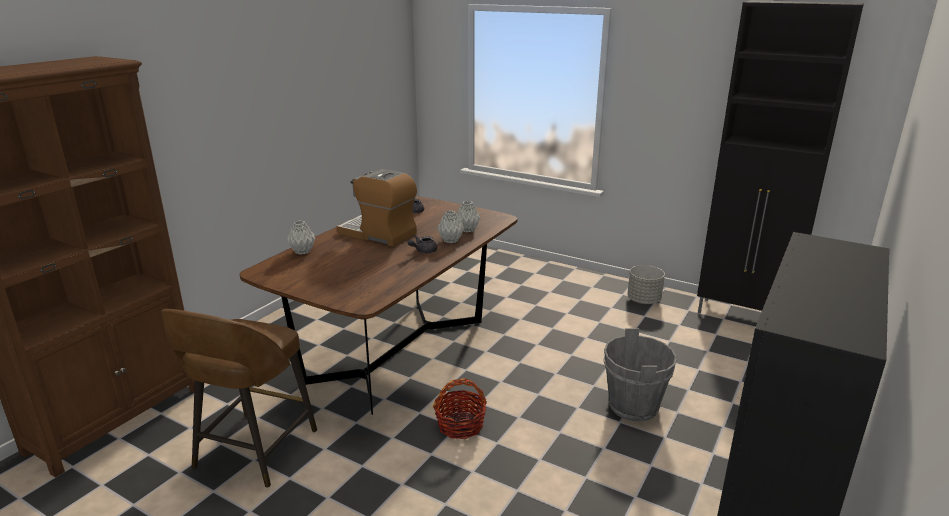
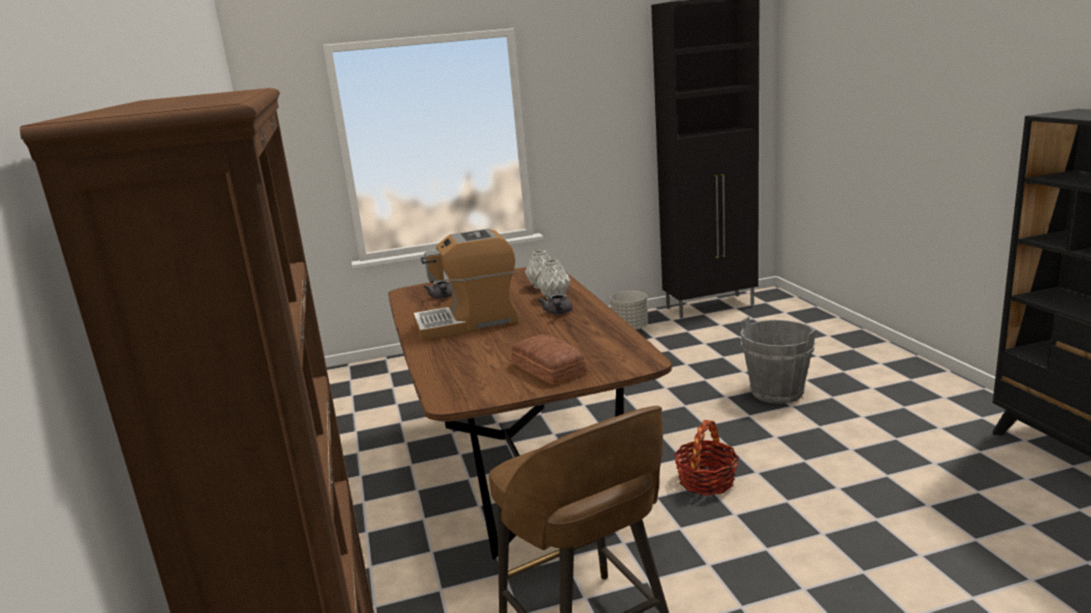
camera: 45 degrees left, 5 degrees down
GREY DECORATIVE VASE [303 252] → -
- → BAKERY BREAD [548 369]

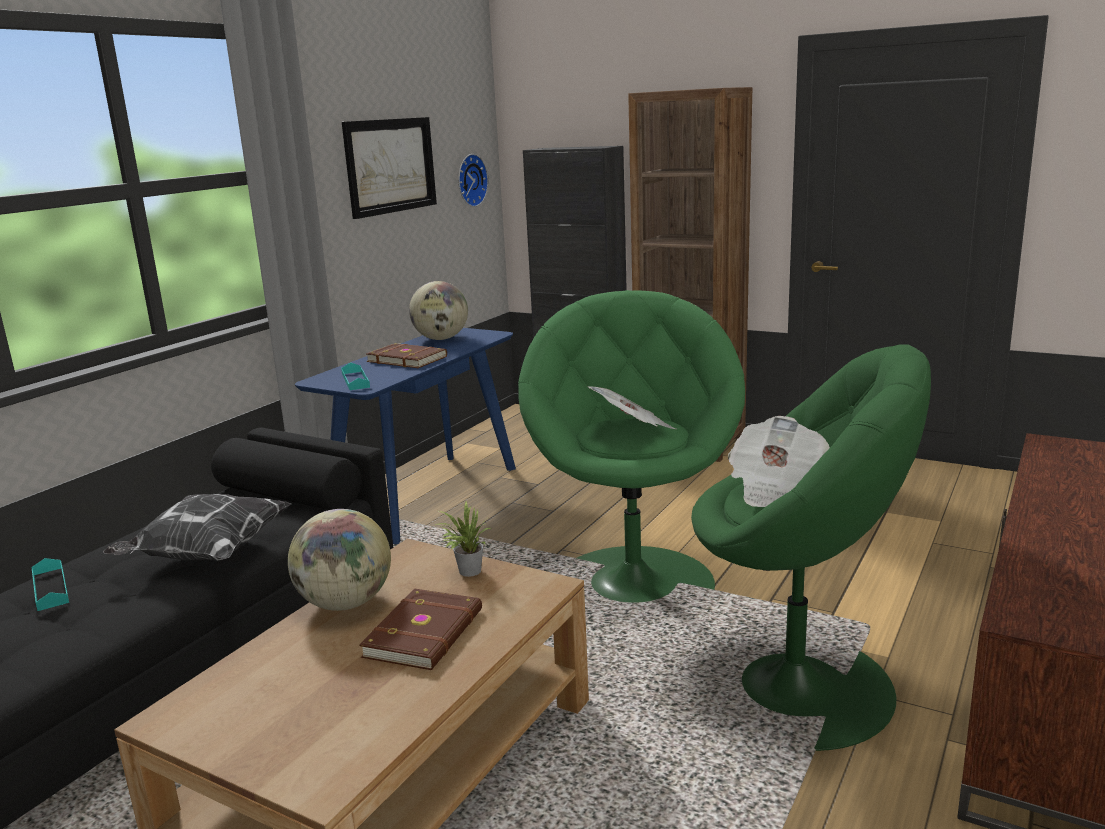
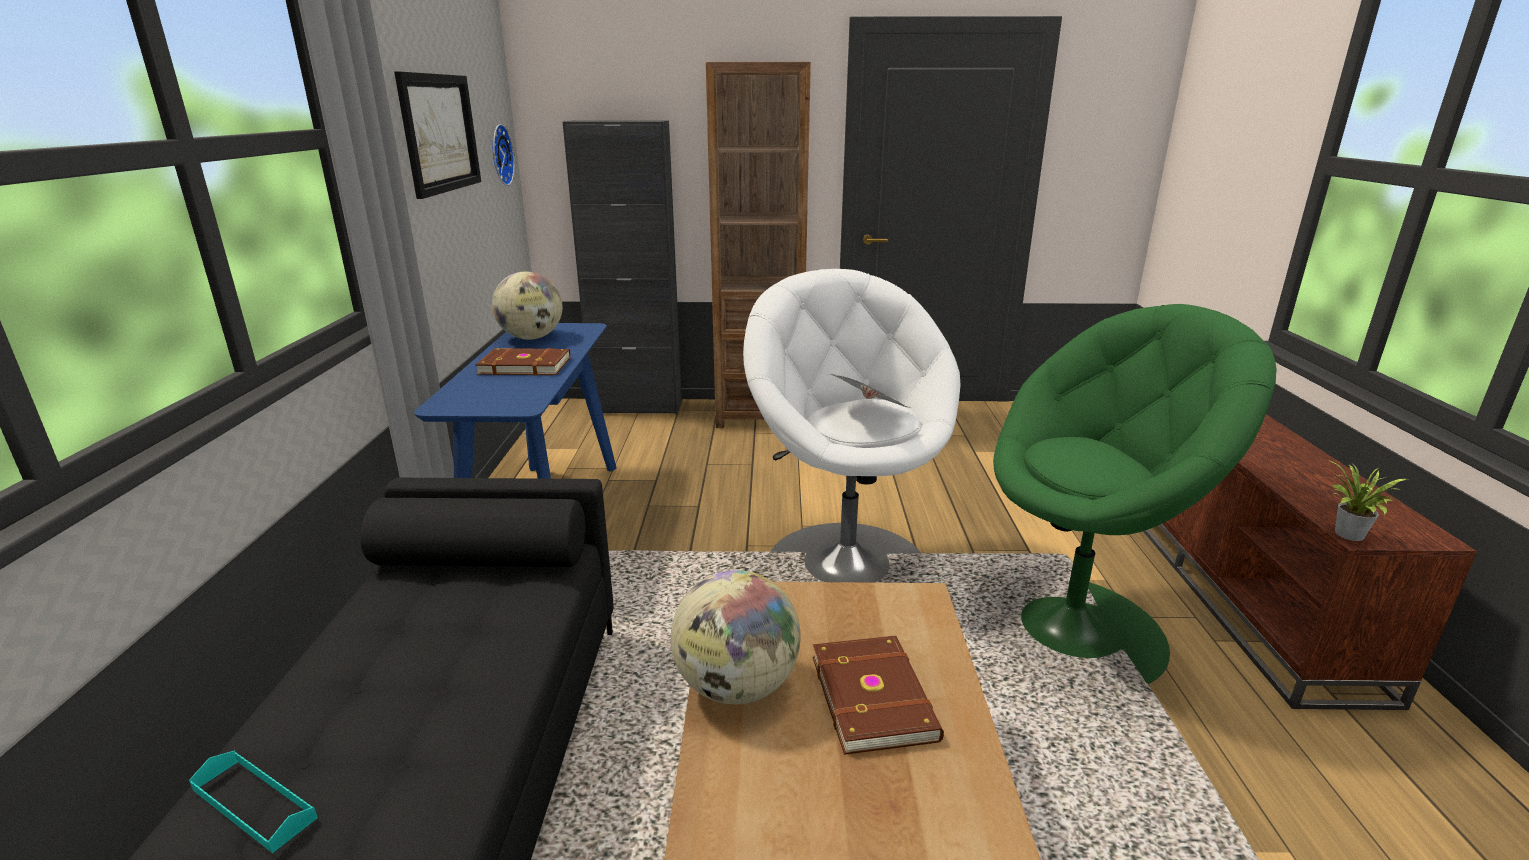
camera: 30 degrees left, 5 degrees up
CUSHION [206 555] → -
TURQUOISE TRAY [355 380] → -
PRINTED PAPER [775 488] → -
POTTED PLANT [467 571] → POTTED PLANT [1348 536], shifted
GREEN EASY CHAIR [634 581] → WHITISH EASY CHAIR [846 562]

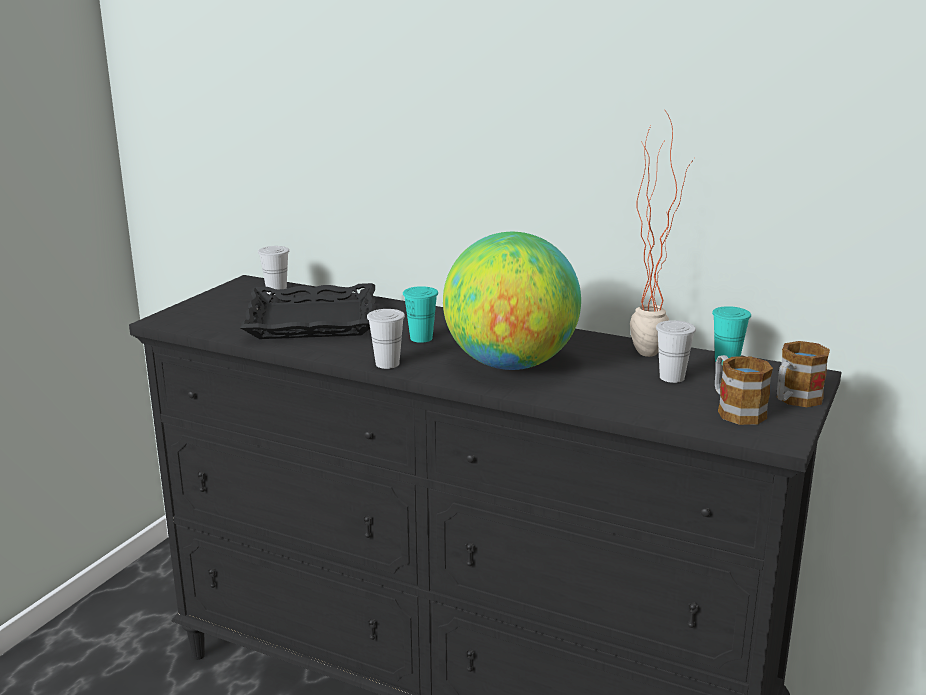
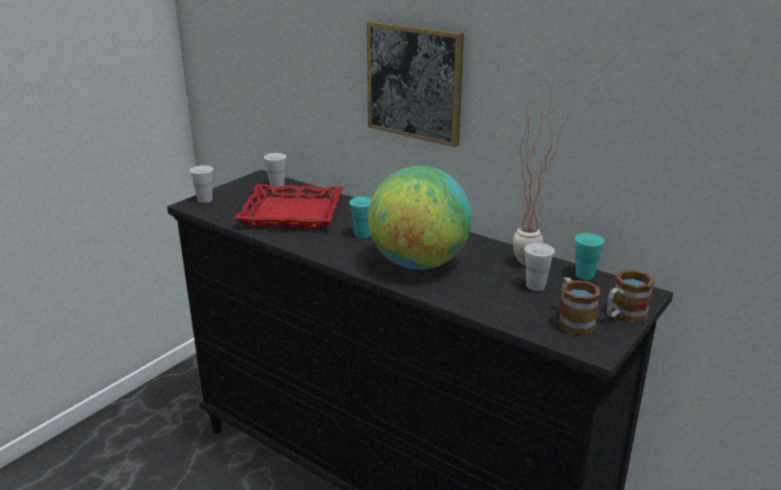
camera: 10 degrees right, 5 degrees up
- → WALL ART [415 82]
WHITISH CUP [387 364] → WHITISH CUP [205 200], shifted
BLACK-COLOURED TRAY [312 321] → RED-COLOURED TRAY [291 214]

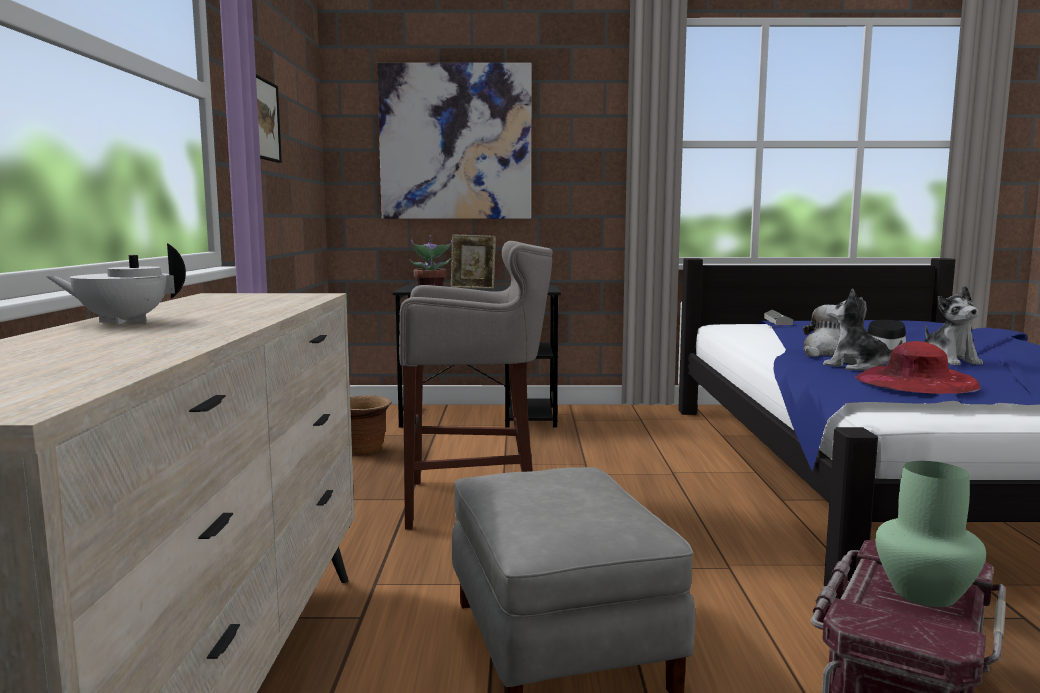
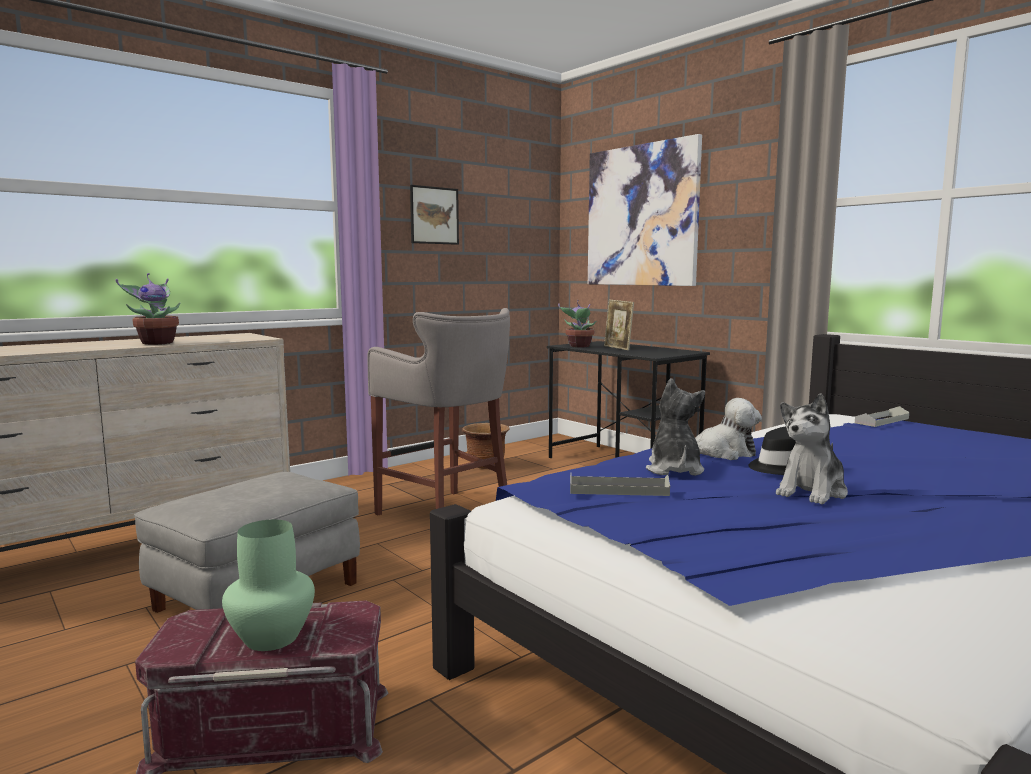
camera: 50 degrees right, 0 degrees up
WHITISH POT FOR TEA [123 321] → -
- → POTTED PLANT [156 343]
RED-COLOURED WEARABLE HAT [916 381] → GREY TRAY [618 490]

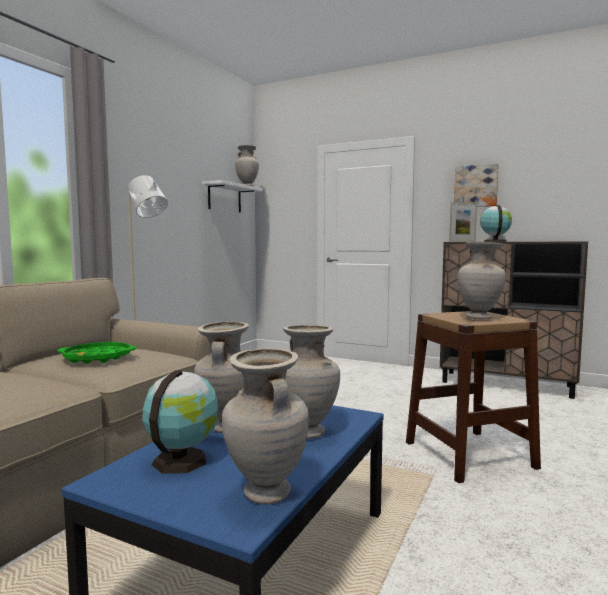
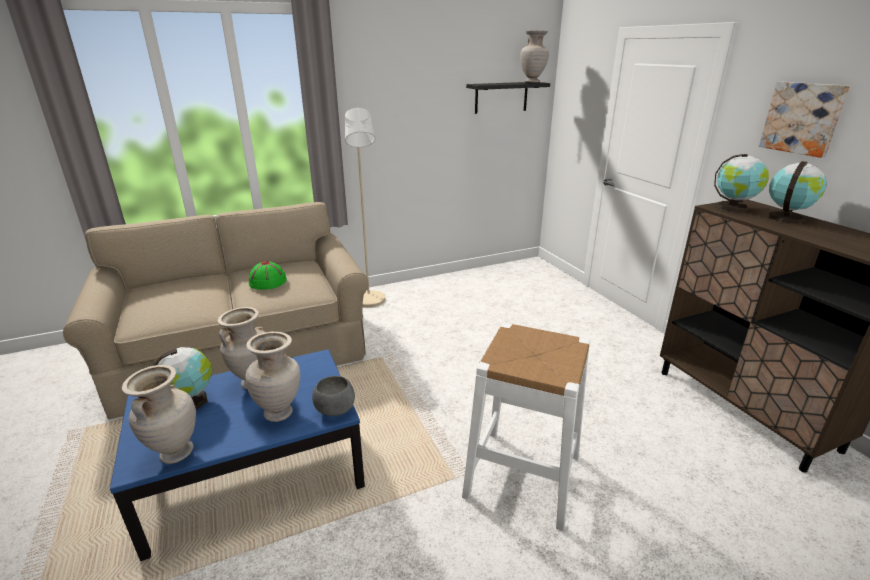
camera: 40 degrees right, 20 degrees up
SAND-COLOURED DECORATIVE VASE [479 318] → -
- → GREY BOWL [335 409]
GREEN TRAY [98 358] → GREEN WEARABLE HAT [268 282]
PICTURE FRAME [462 241] → DESK GLOBE [733 207]
WHITISH BRACKET SHELF [224 198] → BLACK-COLOURED BRACKET SHELF [501 97]
BROWNISH SITTING STOOL [469 454] → WHITISH SITTING STOOL [523 475]

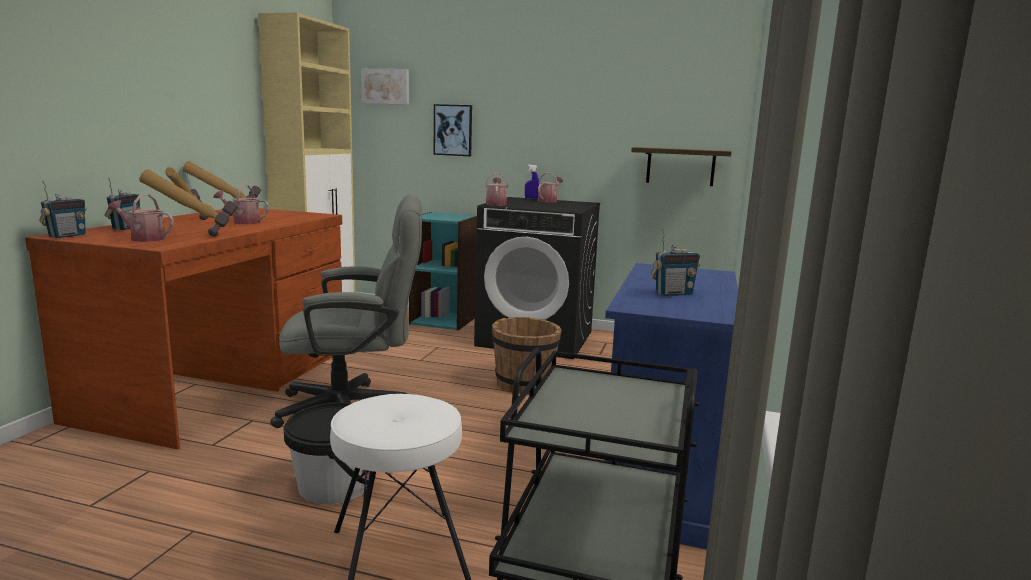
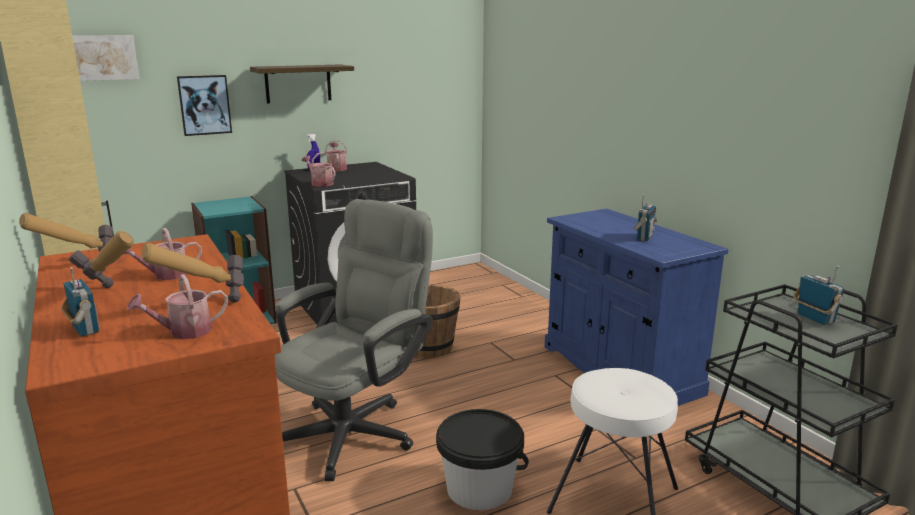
camera: 45 degrees left, 5 degrees up
RADIO RECEIVER [67 236] → RADIO RECEIVER [815 319], shifted
BRACKET SHELF [680 166] → BRACKET SHELF [298 83], shifted

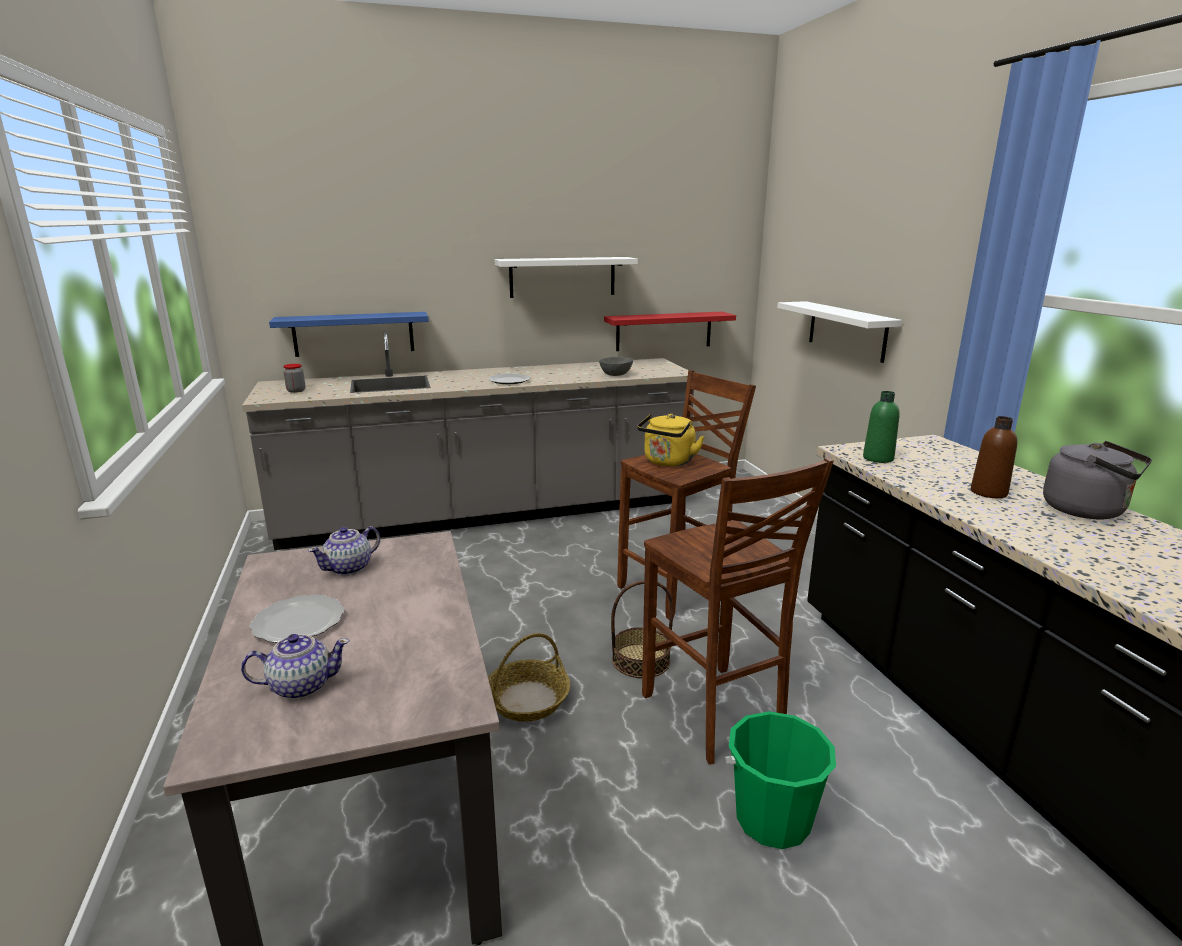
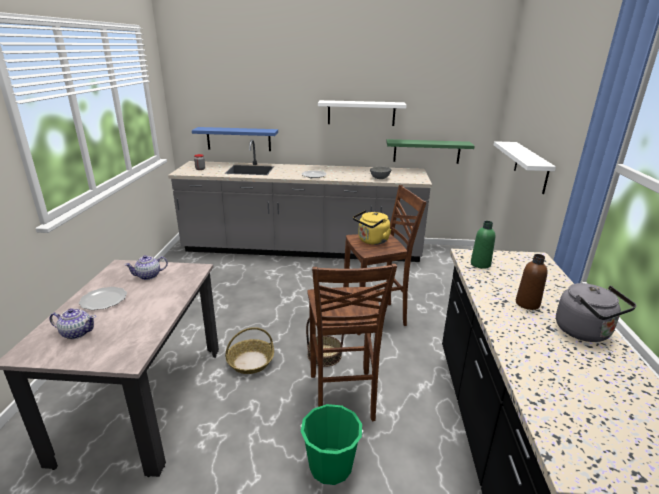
camera: 20 degrees right, 5 degrees up
RED-COLOURED BRACKET SHELF [664 331] → GREEN BRACKET SHELF [426 151]

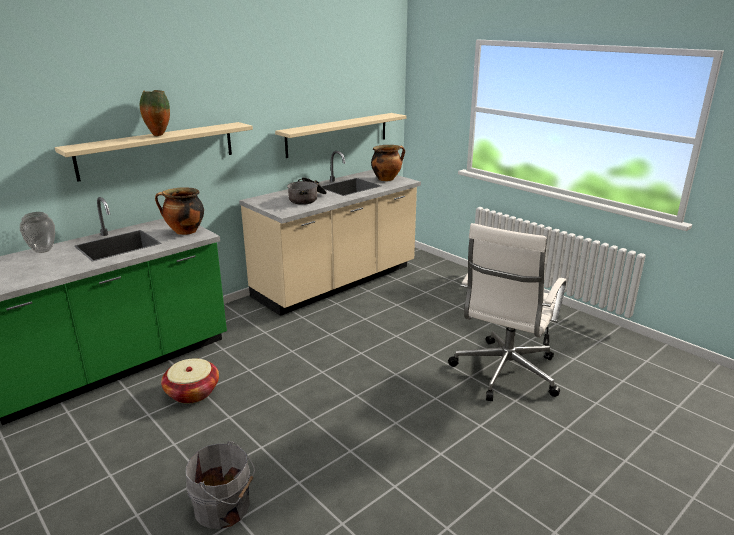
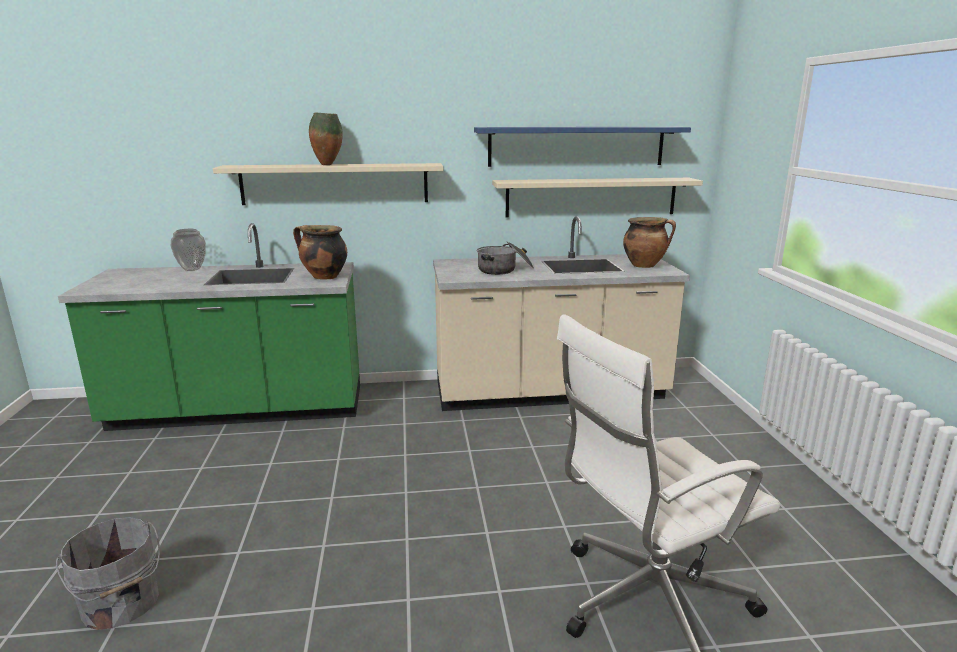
camera: 35 degrees right, 5 degrees down
HOUSEHOLD BASKET [192 392] → -
- → BLUISH BRACKET SHELF [576 146]

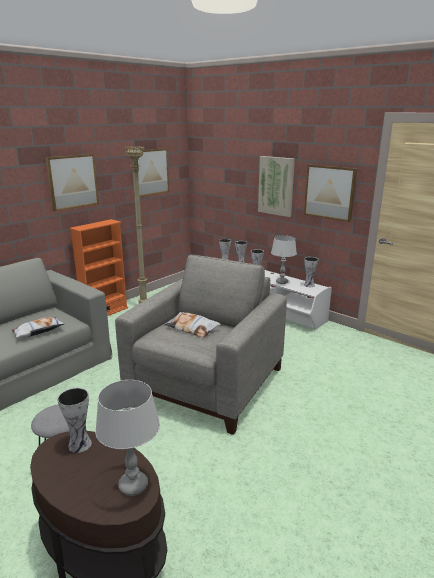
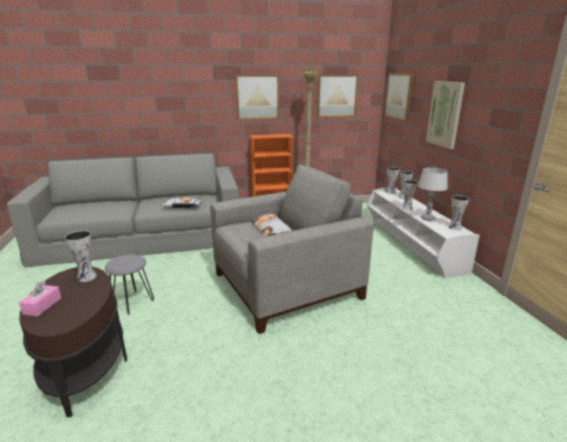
camera: 35 degrees right, 0 degrees up
GREY LAMP FOR A TABLE [133 486] → -
- → PINKISH BOX OF TISSUES [42 306]
WALL ART [329 192] → WALL ART [399 96], shifted

